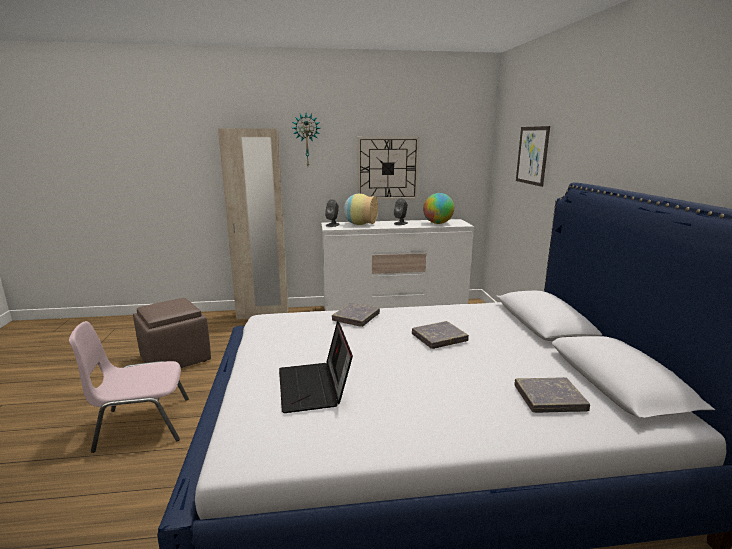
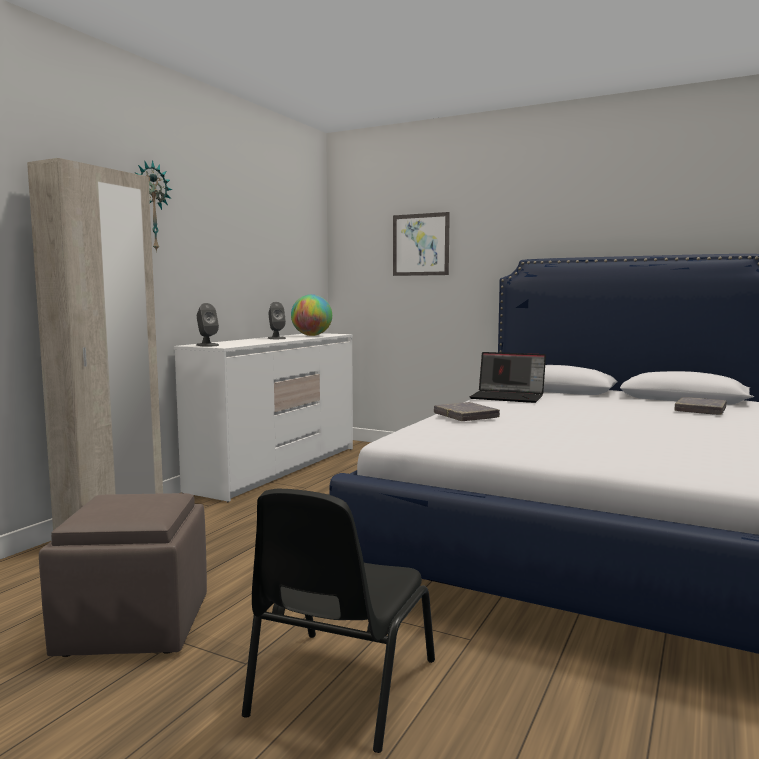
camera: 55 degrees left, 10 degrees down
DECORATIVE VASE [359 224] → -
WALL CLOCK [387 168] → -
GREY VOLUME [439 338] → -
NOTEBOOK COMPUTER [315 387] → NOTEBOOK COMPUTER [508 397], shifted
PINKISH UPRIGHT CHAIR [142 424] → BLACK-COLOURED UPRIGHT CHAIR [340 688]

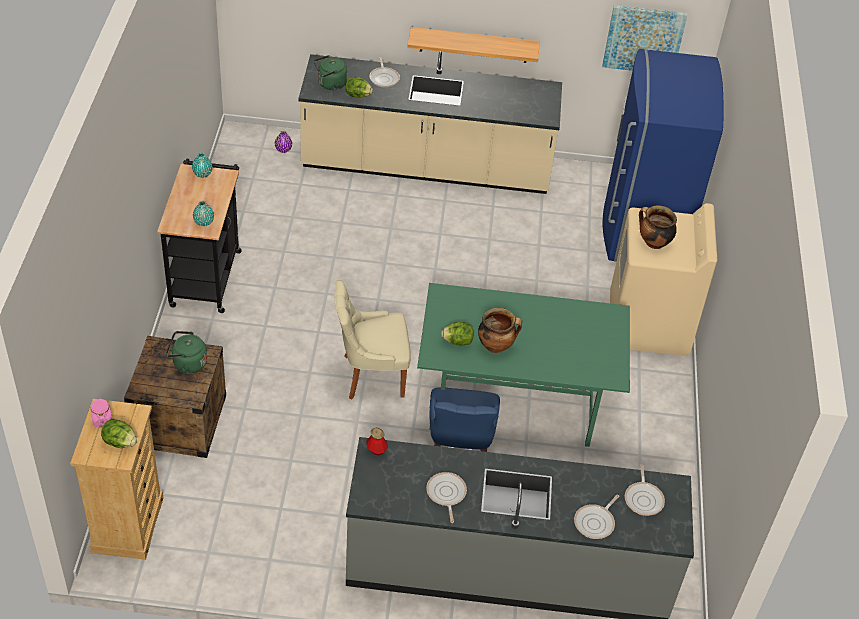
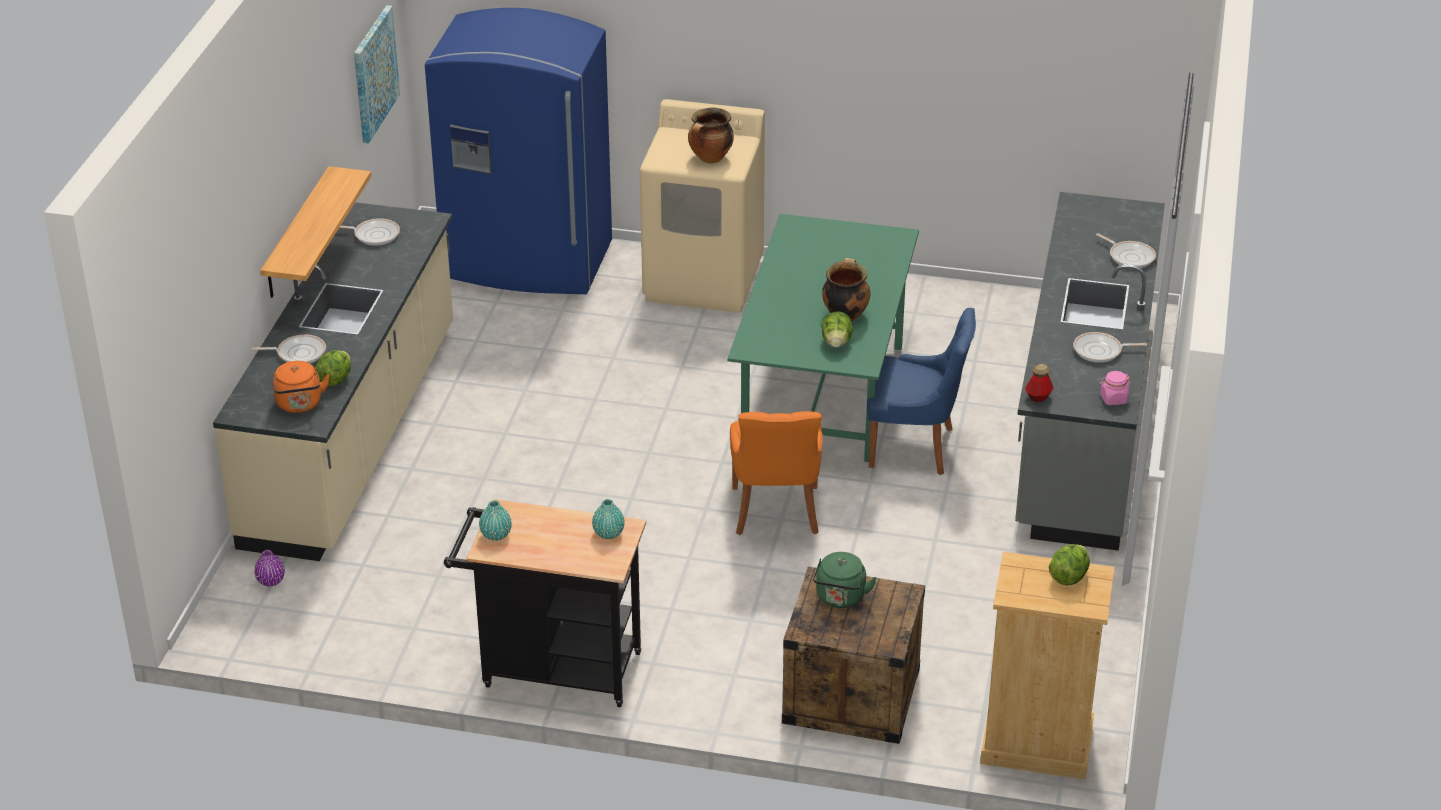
camera: 80 degrees left, 10 degrees down
PINKISH JAR [102 419] → PINKISH JAR [1113 399], shifted
PAN [644 499] → PAN [374 235], shifted
GREEN WATER KETTLE [330 84] → ORANGEY WATER KETTLE [300 405]
SAND-COLOURED UPRIGHT CHAIR [370 375] → ORANGEY UPRIGHT CHAIR [775 513]

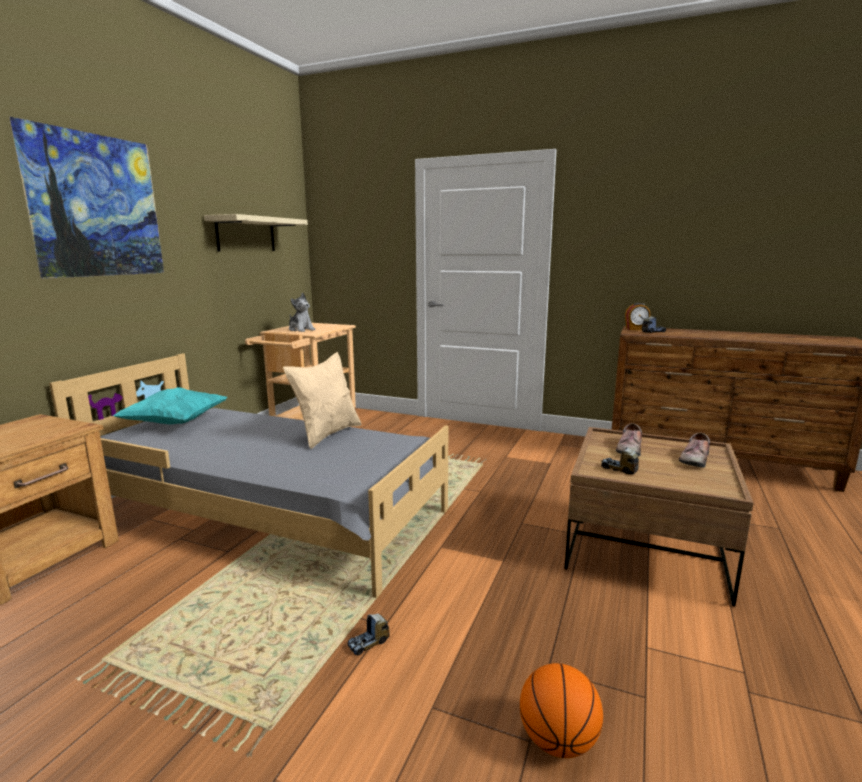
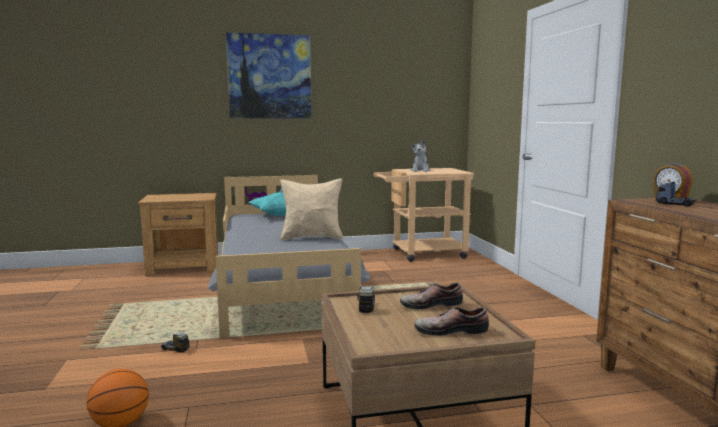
camera: 55 degrees right, 5 degrees down
SAND-COLOURED BRACKET SHELF [246 234] → -

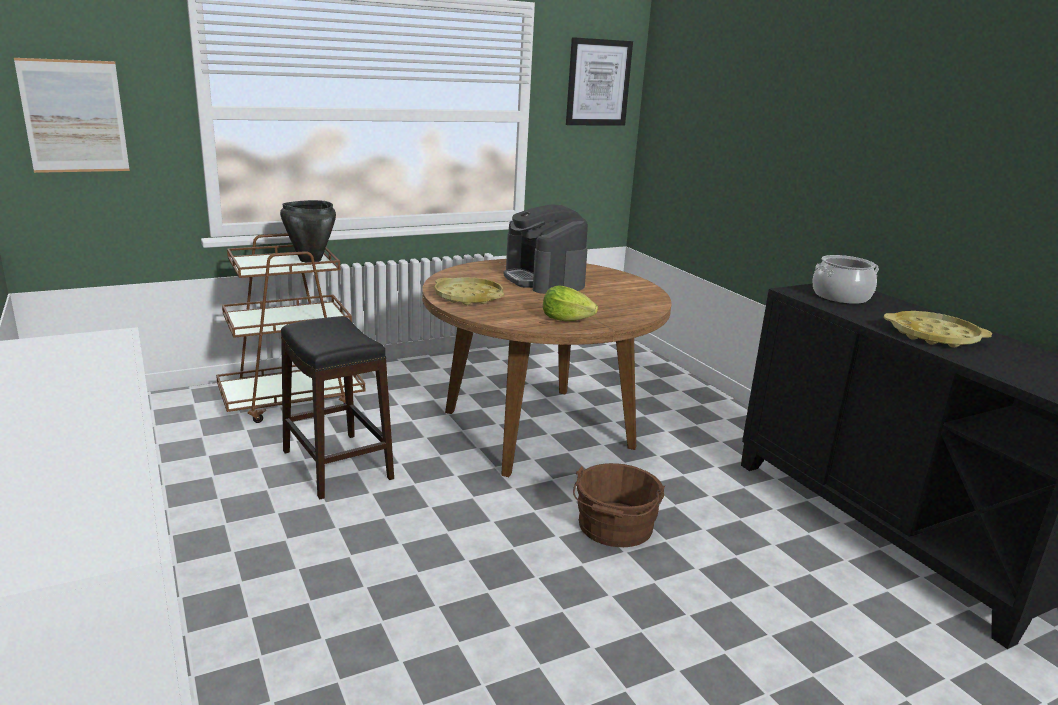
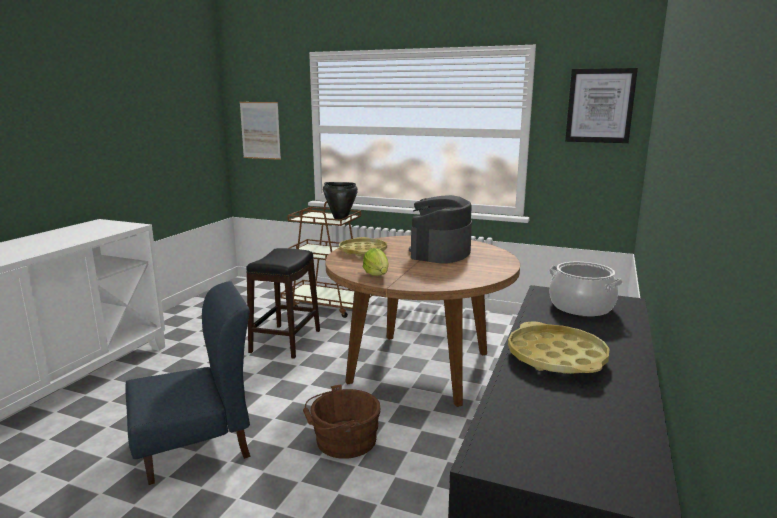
camera: 50 degrees right, 5 degrees down
- → BLUISH UPRIGHT CHAIR [195 446]

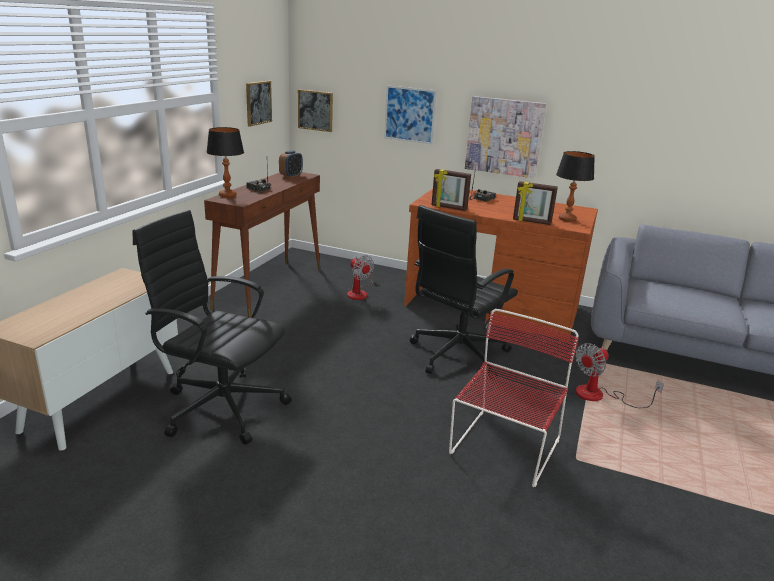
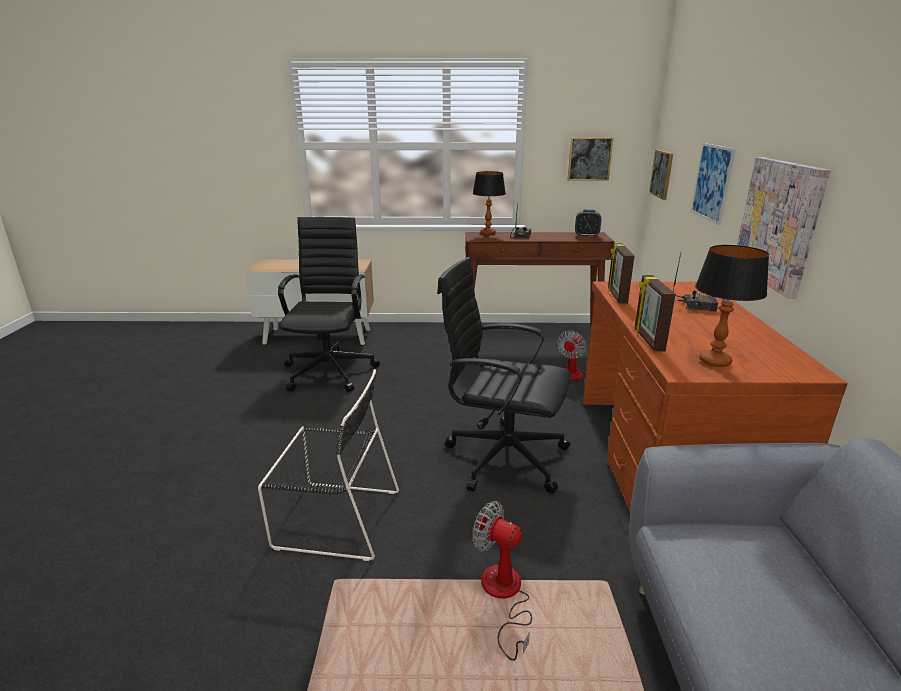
camera: 70 degrees right, 0 degrees up
RED-COLOURED UPRIGHT CHAIR [504 448] → BLACK-COLOURED UPRIGHT CHAIR [334 518]

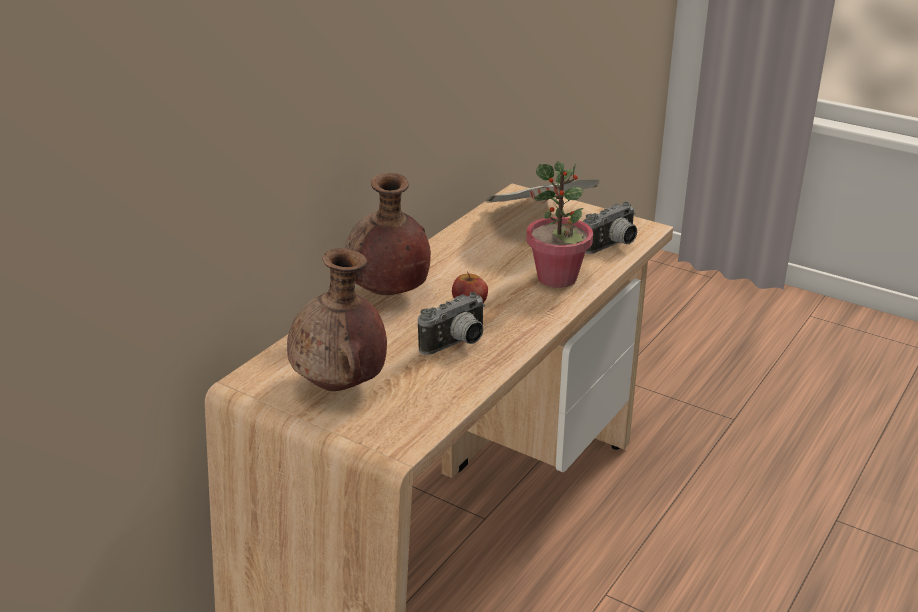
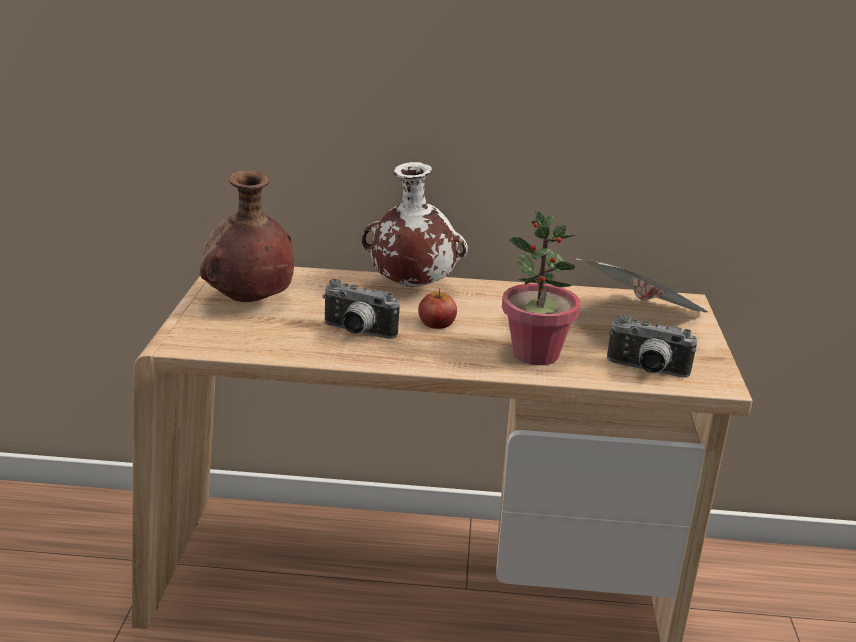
camera: 60 degrees right, 5 degrees down
BROWNISH DECORATIVE VASE [387 293] → WHITISH DECORATIVE VASE [411 287]

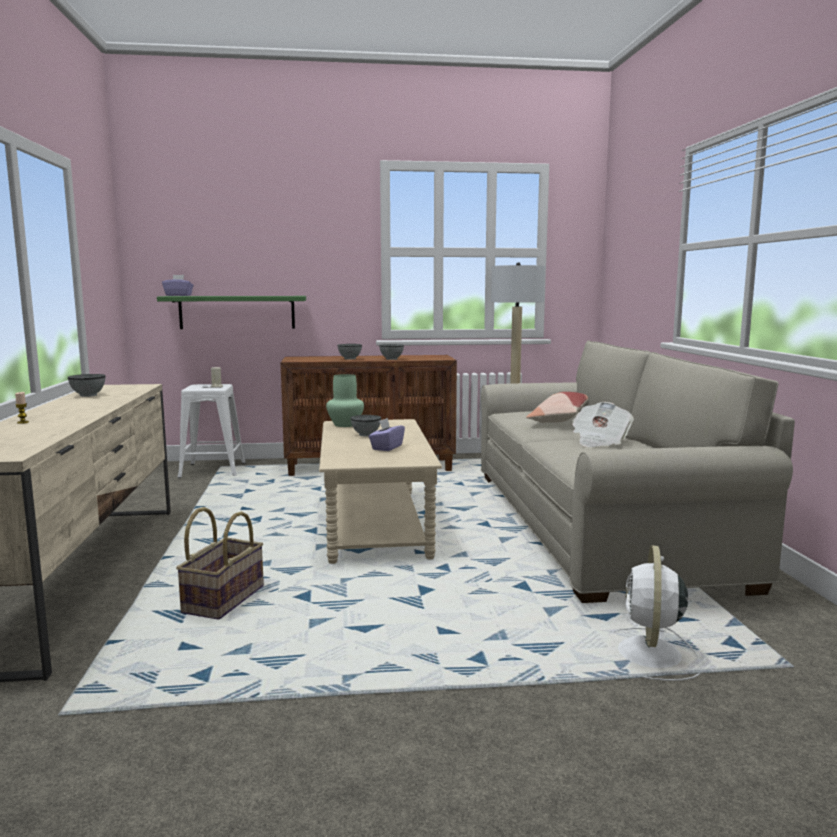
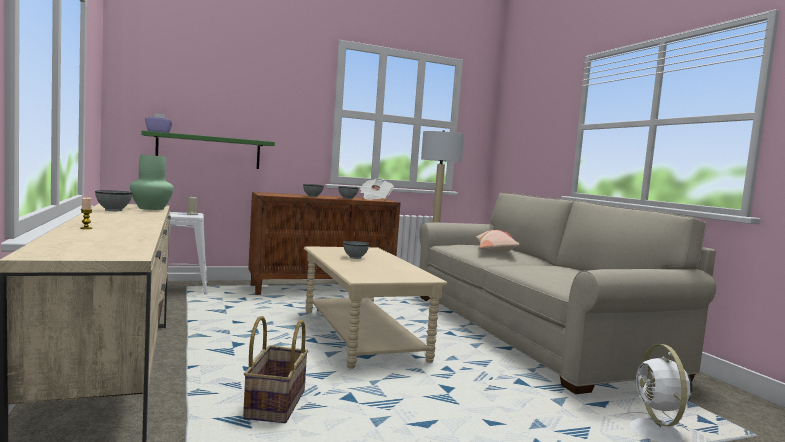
camera: 15 degrees left, 5 degrees down
PURPLISH BOX OF TISSUES [386 447] → -
GREEN DECORATIVE VASE [344 425] → GREEN DECORATIVE VASE [150 208], shifted
PRINTED PAPER [599 441] → PRINTED PAPER [375 199], shifted

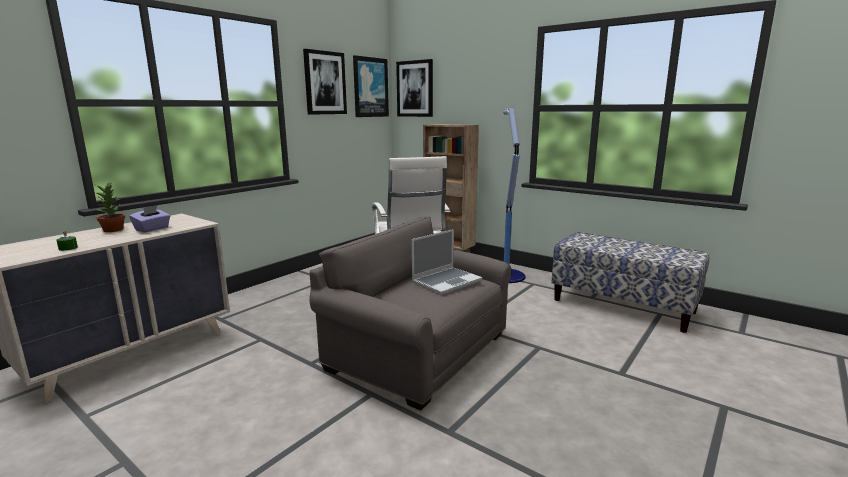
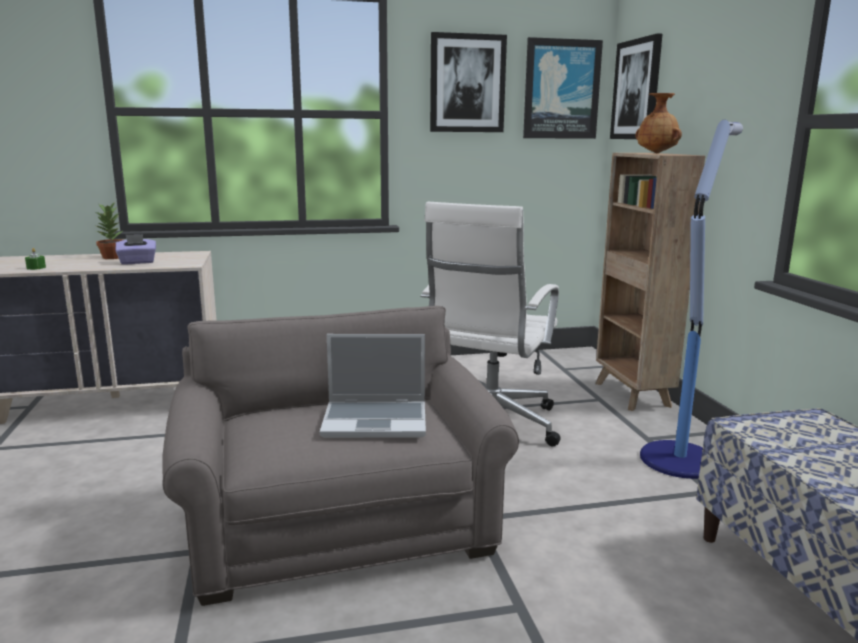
camera: 40 degrees right, 0 degrees up
- → BROWNISH DECORATIVE VASE [657 153]

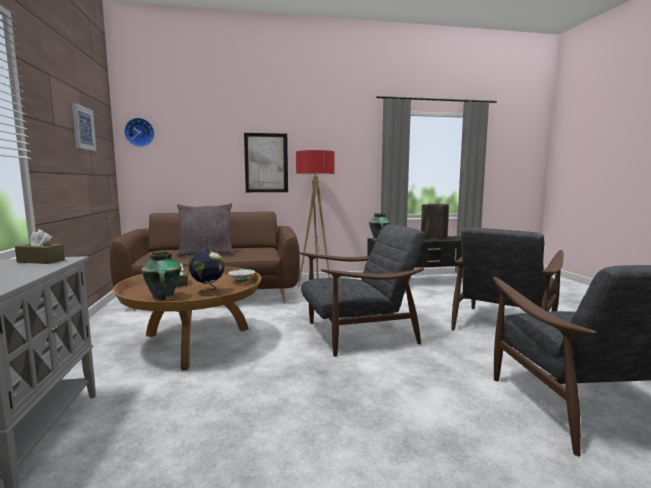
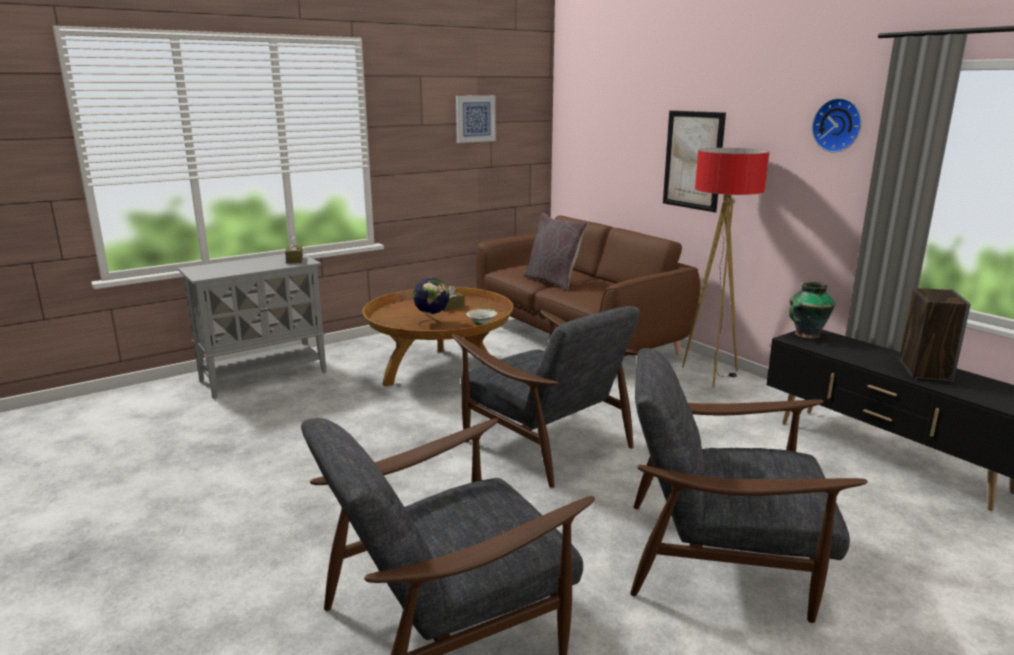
camera: 65 degrees right, 10 degrees up
DECORATIVE VASE [163 298] → -
WALL CLOCK [140 132] → WALL CLOCK [838 125], shifted

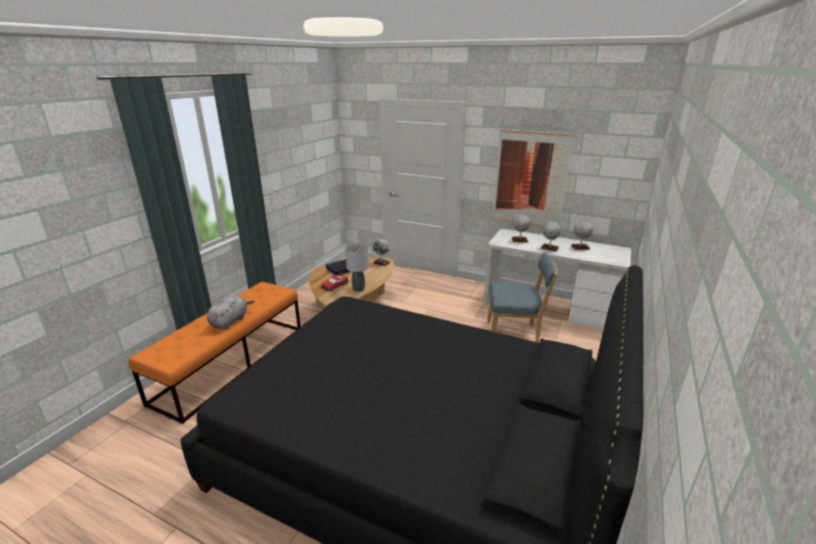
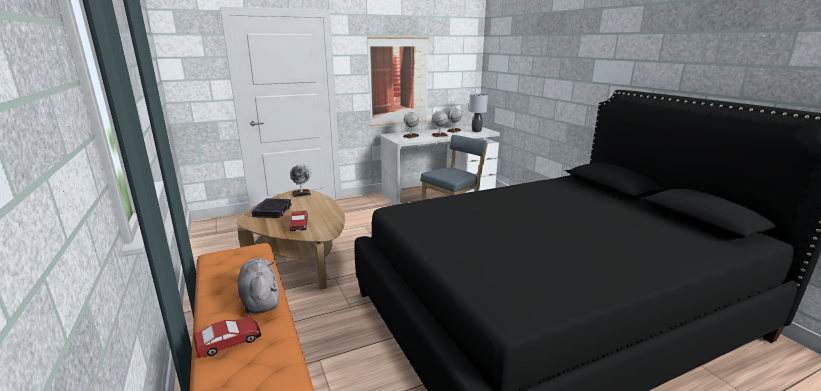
camera: 50 degrees left, 5 degrees down
- → TOY CAR [229 342]
GREY LAMP FOR A TABLE [359 289] → GREY LAMP FOR A TABLE [476 131], shifted

